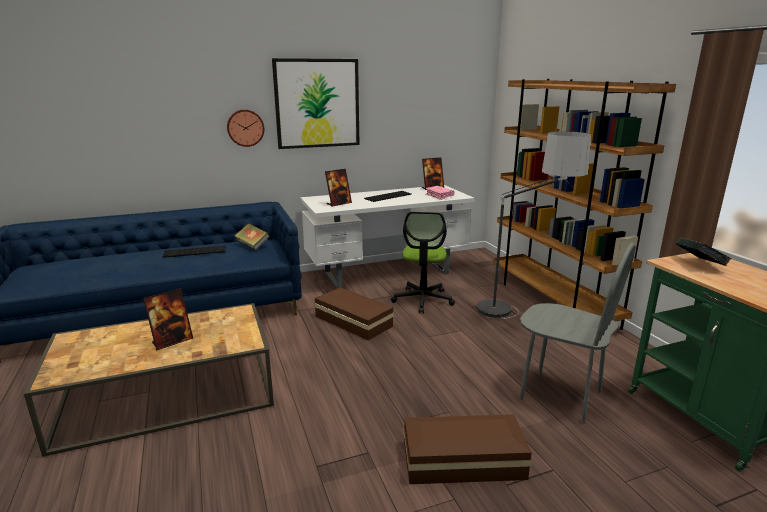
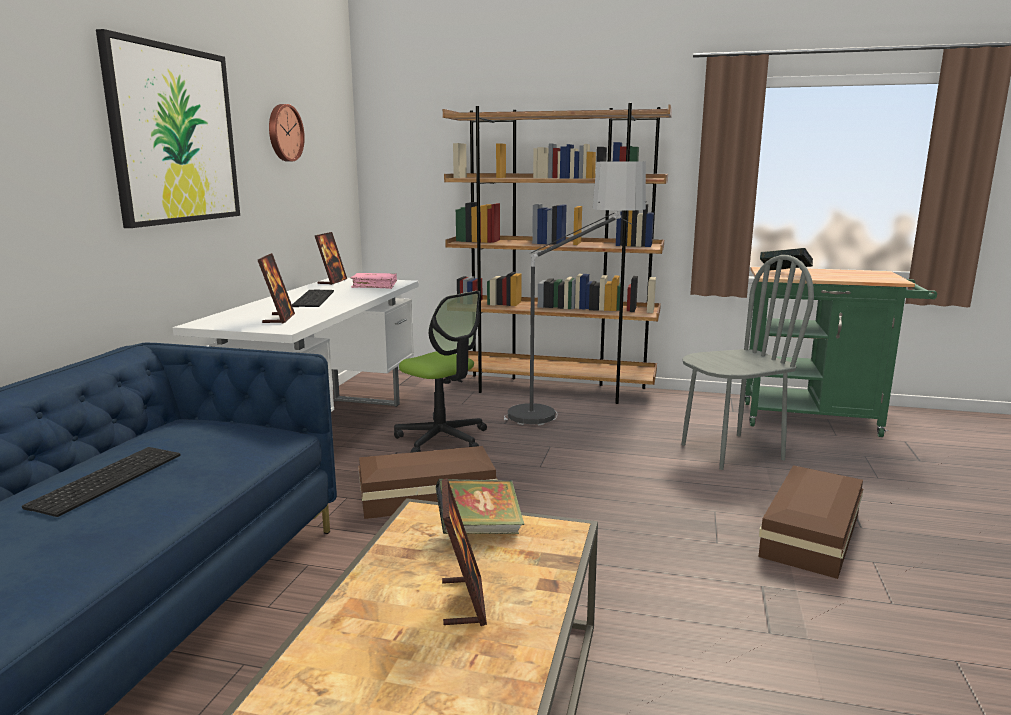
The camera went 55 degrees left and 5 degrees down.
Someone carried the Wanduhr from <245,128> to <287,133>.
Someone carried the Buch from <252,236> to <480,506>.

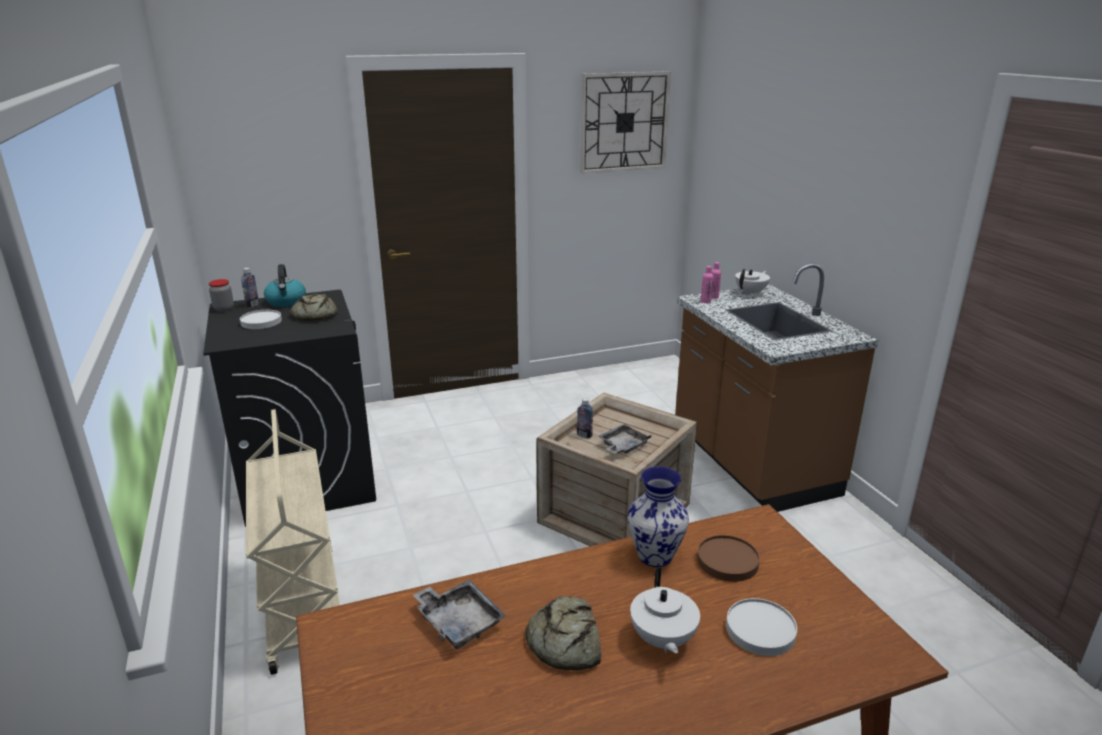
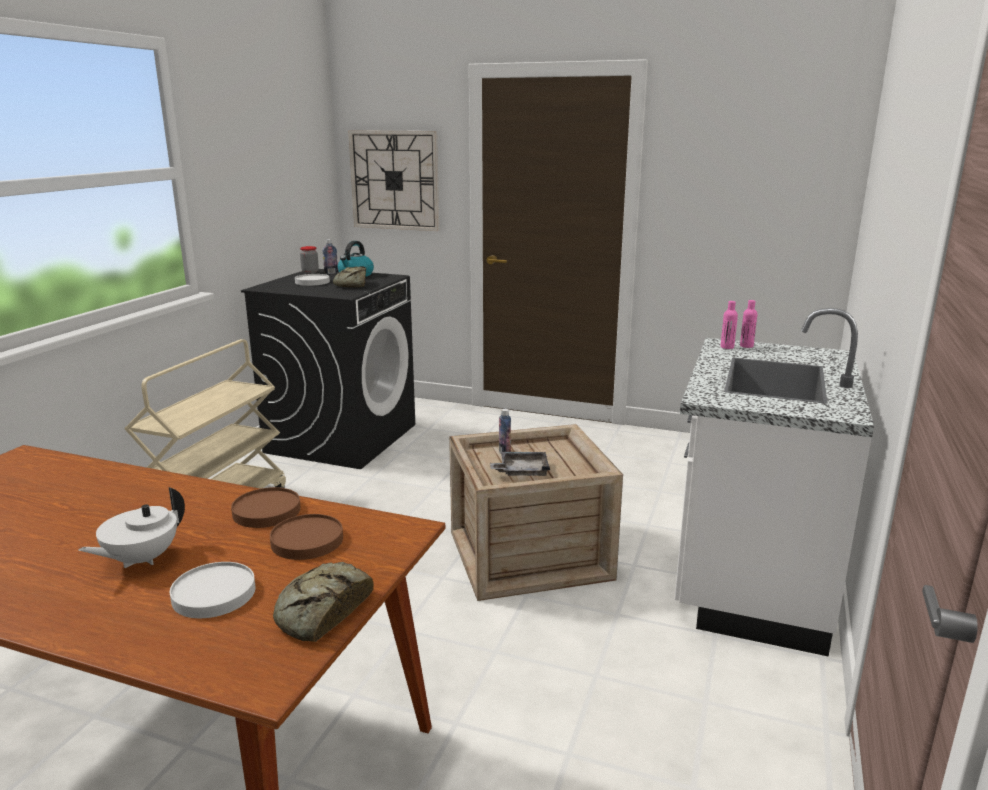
The camera went 40 degrees right and 5 degrees down.
Someone carried the Wanduhr from <625,122> to <393,180>.
Someone repainted the Küchenzeile/braun at <776,387>, which became the Küchenzeile/weiß at <774,482>.
Someone took away the Teekanne/weiß at <752,282>.
Someone swapped the Vase at <658,516> for the Teller/braun at <266,507>.
Someone took away the Tablett/grau at <459,614>.
Someone carried the Brot from <563,633> to <323,602>.

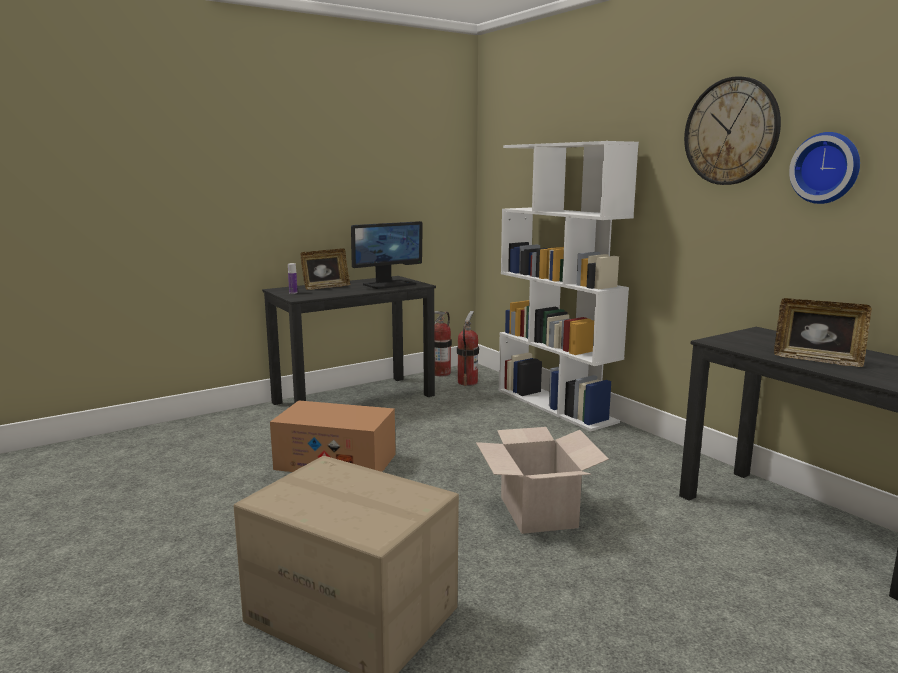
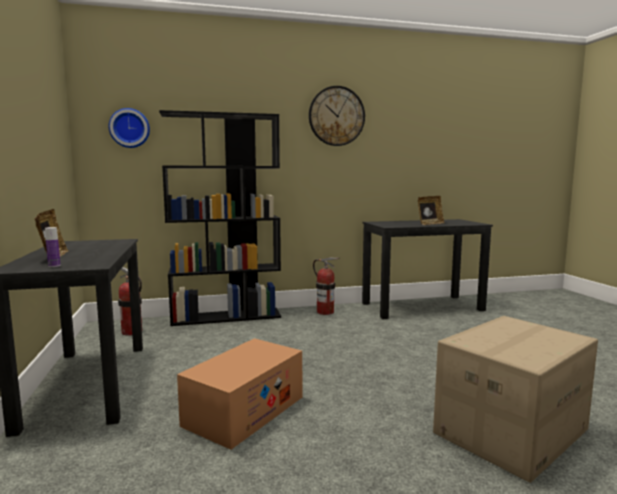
The camera went 70 degrees left and 5 degrees down.
Someone carried the Wanduhr from <824,168> to <129,128>.
Someone repainted the Bücherregal/weiß at <569,286>, which became the Bücherregal/schwarz at <220,218>.
Someone took away the Monitor at <387,255>.
Someone carried the Feuerlöscher from <443,343> to <326,286>.
Someone took away the Karton at <542,480>.

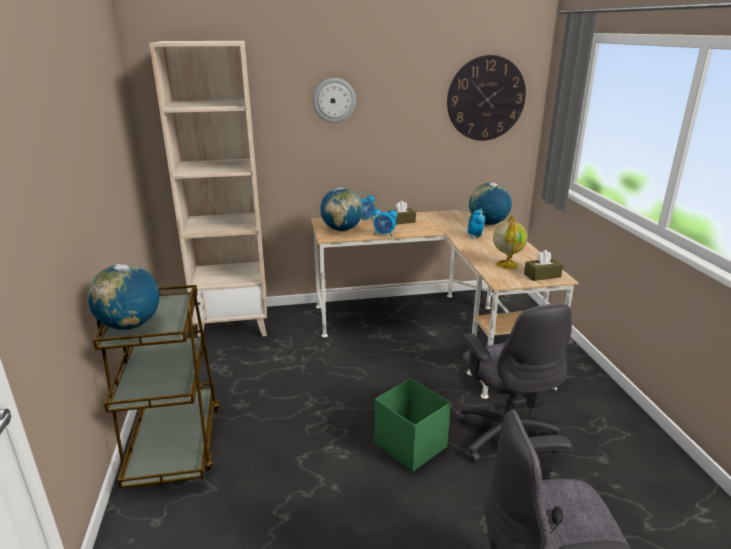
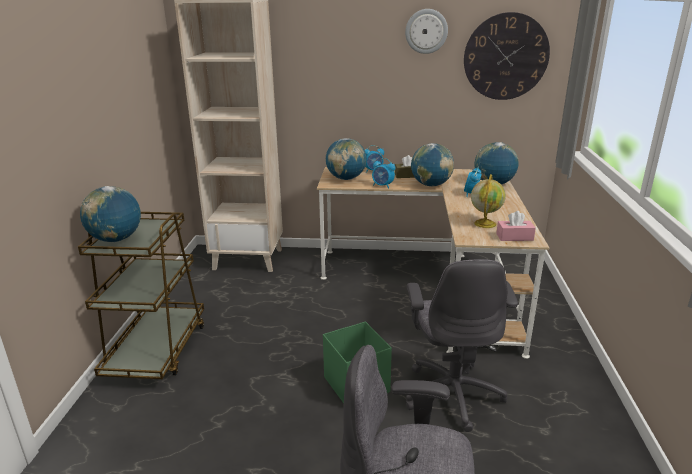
The camera went 15 degrees right and 0 degrees up.
Someone carried the Wanduhr from <334,100> to <426,31>.
Someone repainted the Taschentuchbox/braun at <543,265>, which became the Taschentuchbox/rosa at <516,226>.
Someone put down the Globus at <432,164>.

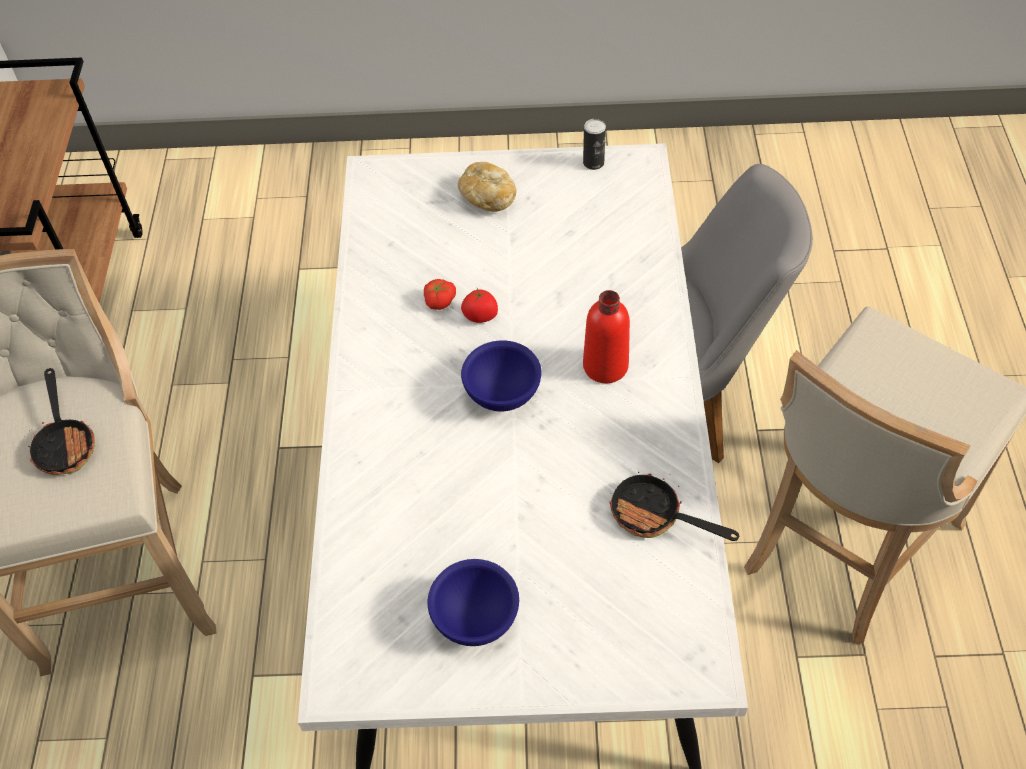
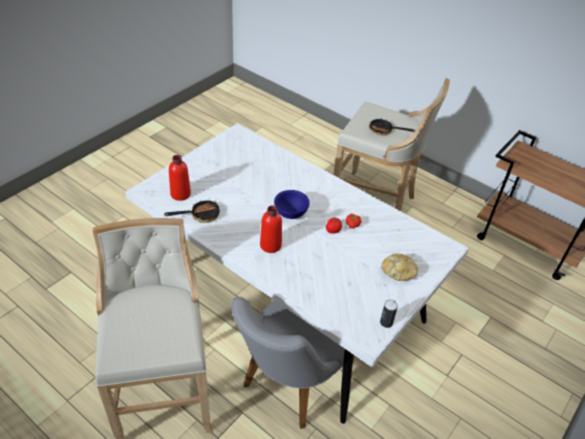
The camera went 125 degrees right and 10 degrees down.
Someone took away the Schüssel/blau at <473,602>.
Someone put down the Flasche/rot at <180,178>.

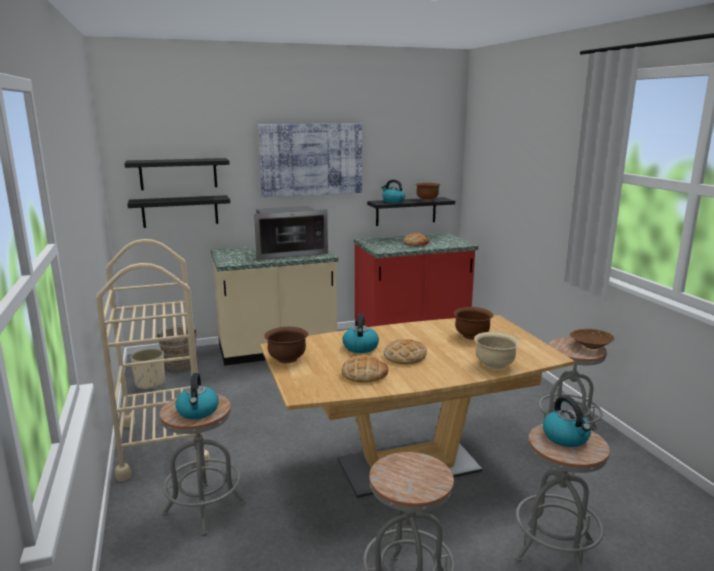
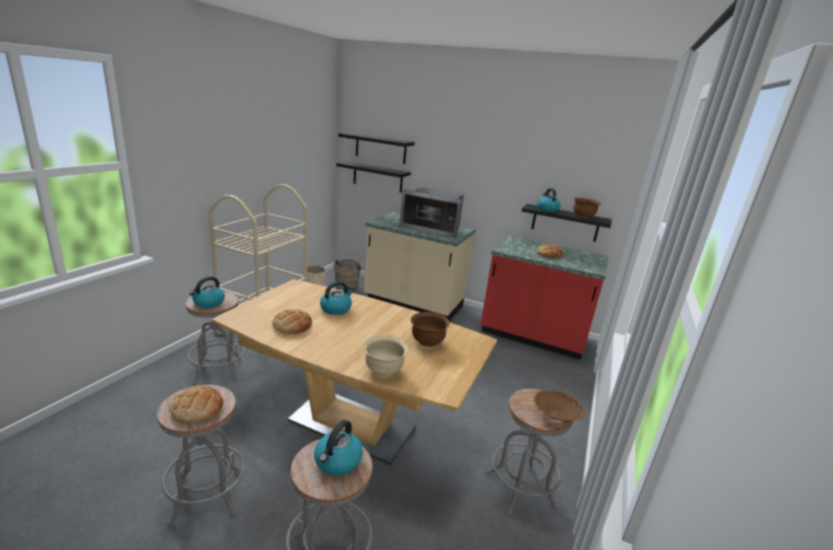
The camera went 40 degrees right and 5 degrees up.
Someone took away the Bild at <310,160>.
Someone took away the Schüssel/braun at <286,345>.
Someone carried the Brot from <405,351> to <196,404>.

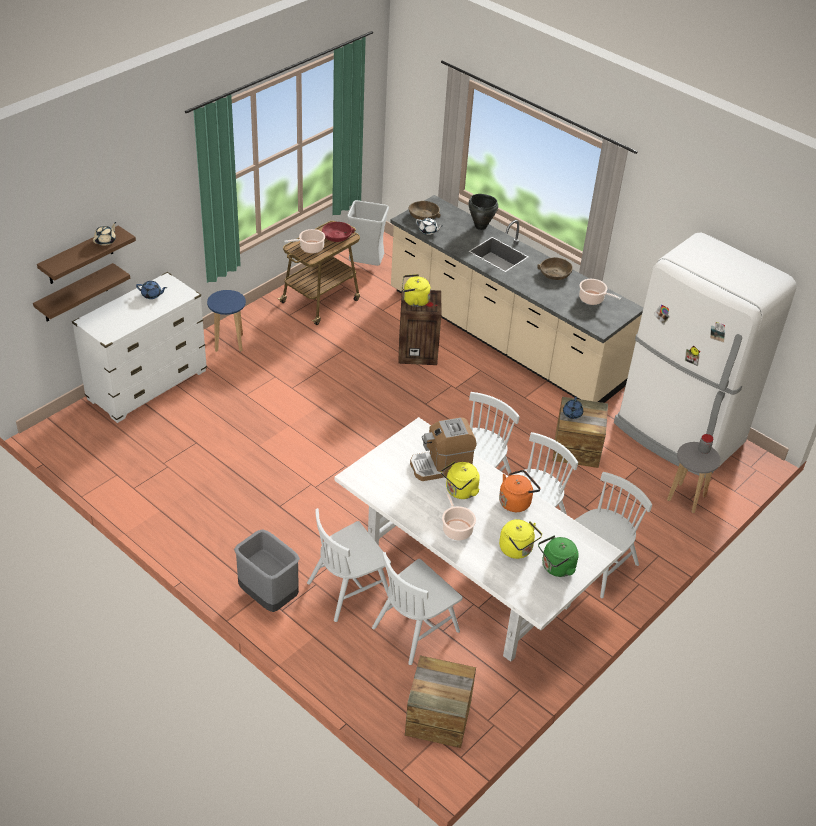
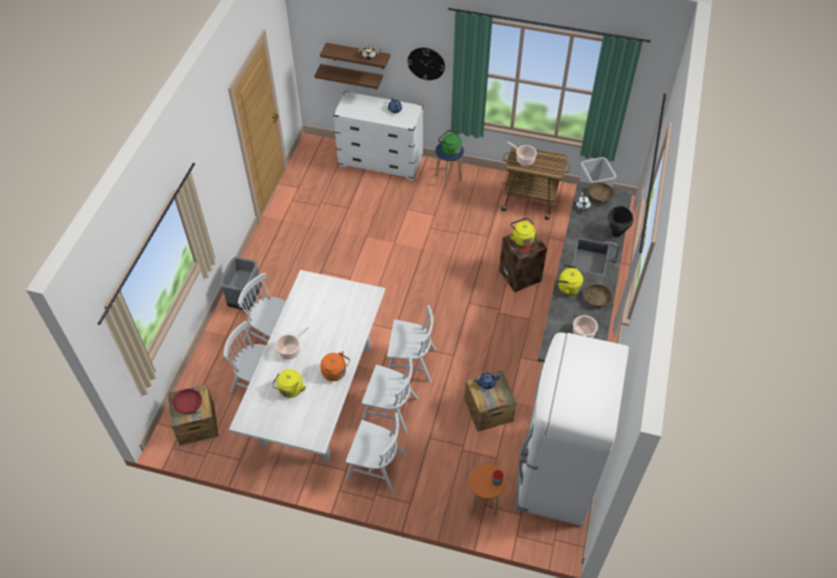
The camera went 65 degrees right and 10 degrees up.
Someone carried the Schüssel/rot from <338,232> to <187,401>.
Someone took away the Kaffeemaschine at <443,449>.
Someone repainted the Hocker/grau at <693,477>, which became the Hocker/orange at <487,490>.
Someone carried the Wasserkessel/gelb from <460,480> to <569,279>.
Someone carried the Wasserkessel/grün from <558,556> to <450,143>.
Someone put up the Wanduhr at <426,64>.

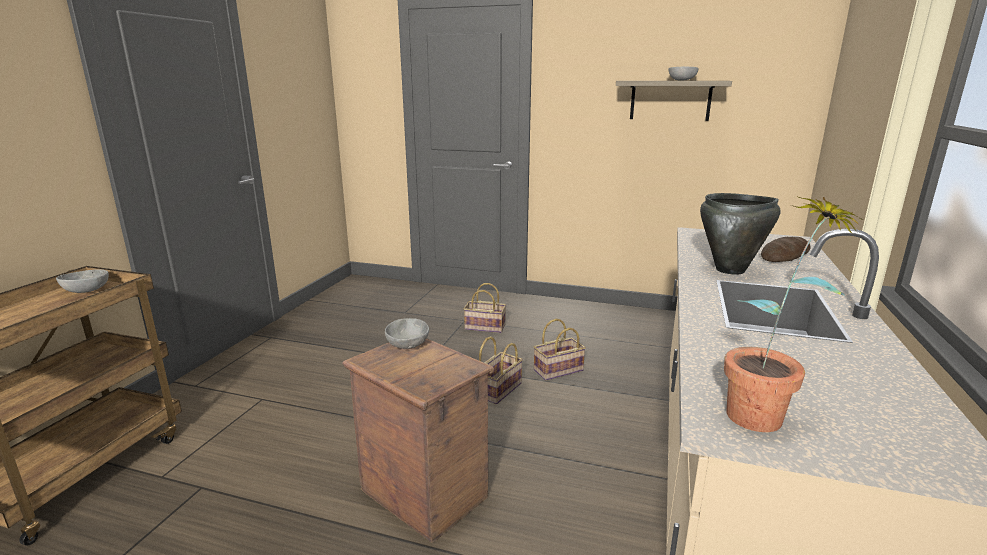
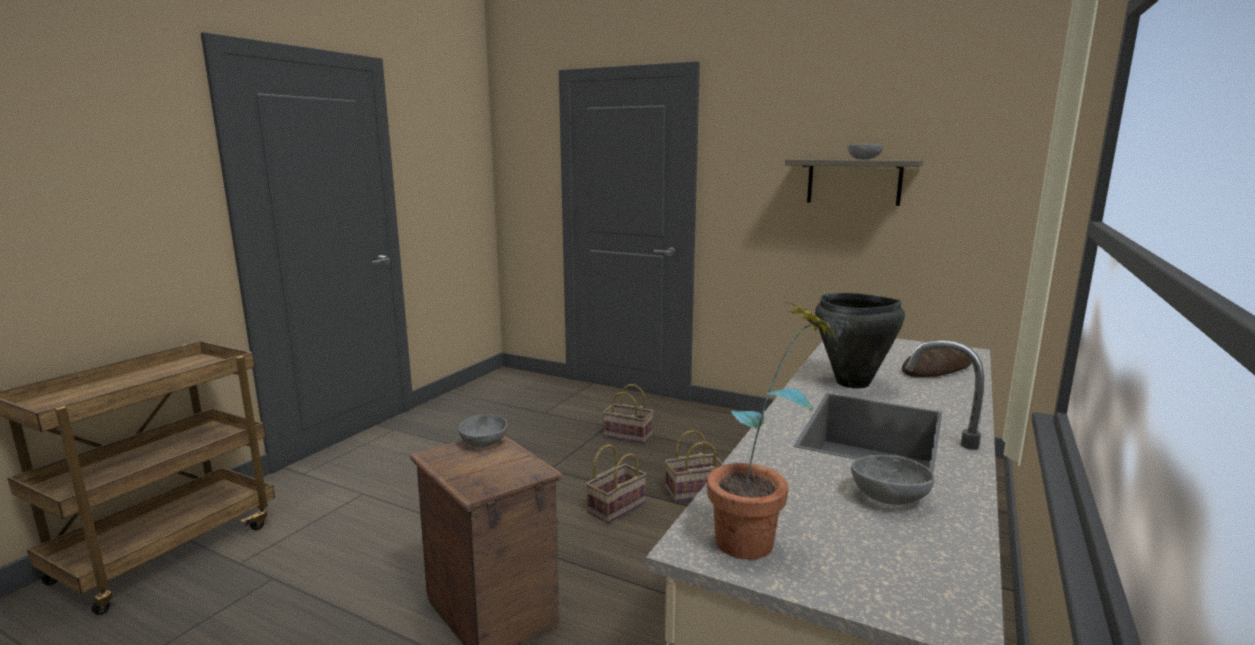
The camera went 10 degrees right and 5 degrees down.
Someone carried the Schüssel/grau from <82,281> to <893,480>.

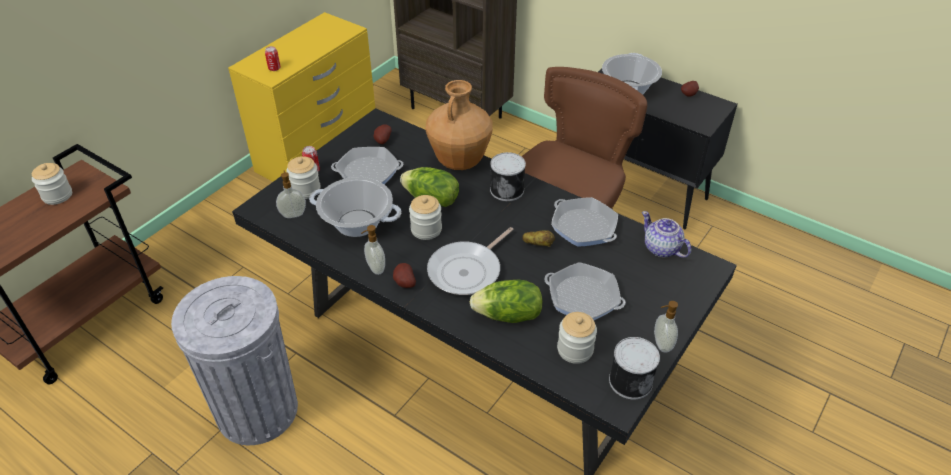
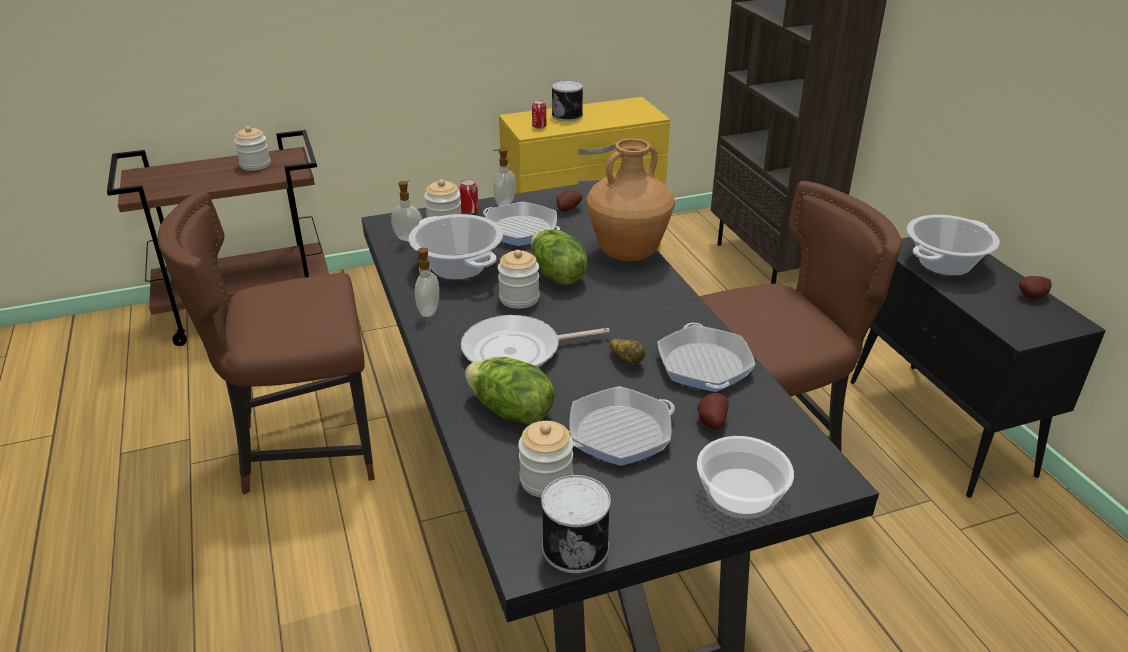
The camera went 35 degrees right and 10 degrees down.
Someone carried the Dose from <508,176> to <567,101>.
Someone took away the Teekanne at <666,234>.
Someone rotated the Pfanne at <585,291> by 90 degrees counterclockwise.
Someone carried the Kartoffel from <404,275> to <713,411>.
Someone swapped the Mülleimer/grau at <234,360> for the Stuhl/braun at <266,343>.
Someone carried the Seifenspender from <666,327> to <504,177>.
Someone put down the Schüssel at <745,477>.

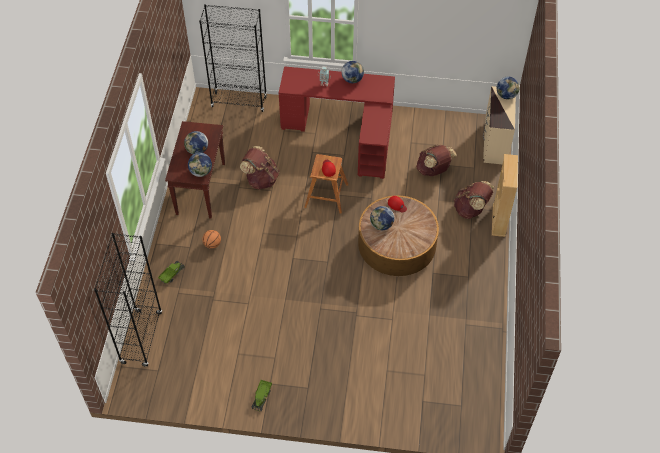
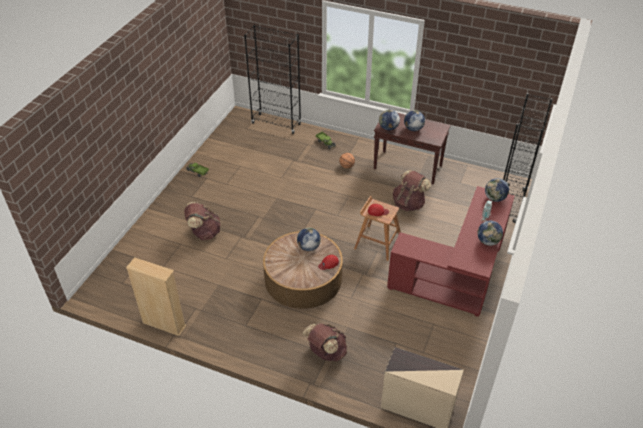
The camera went 105 degrees right and 10 degrees down.
Someone carried the Globus from <508,88> to <497,190>.
Someone carried the Rucksack/braun from <436,160> to <202,221>.
Someone carried the Bücherregal/beige from <505,195> to <156,296>.

